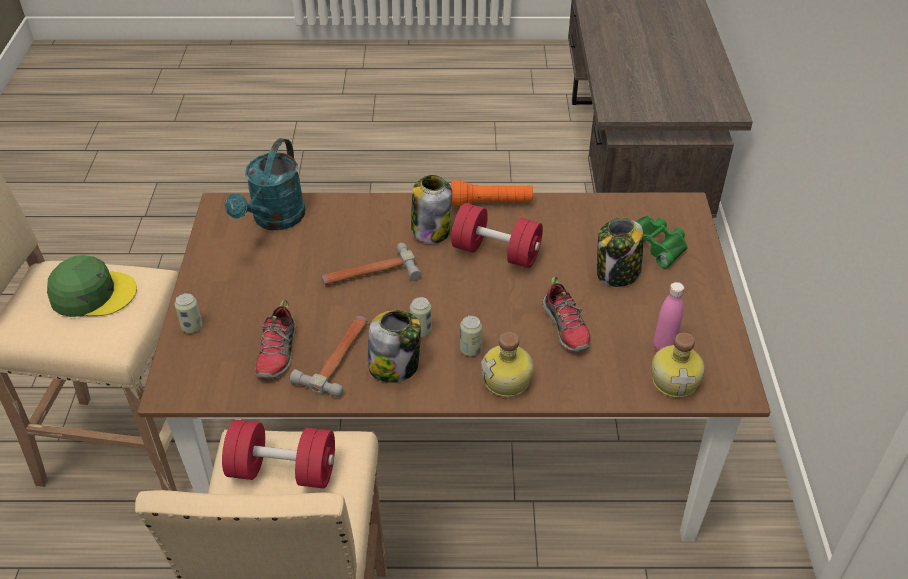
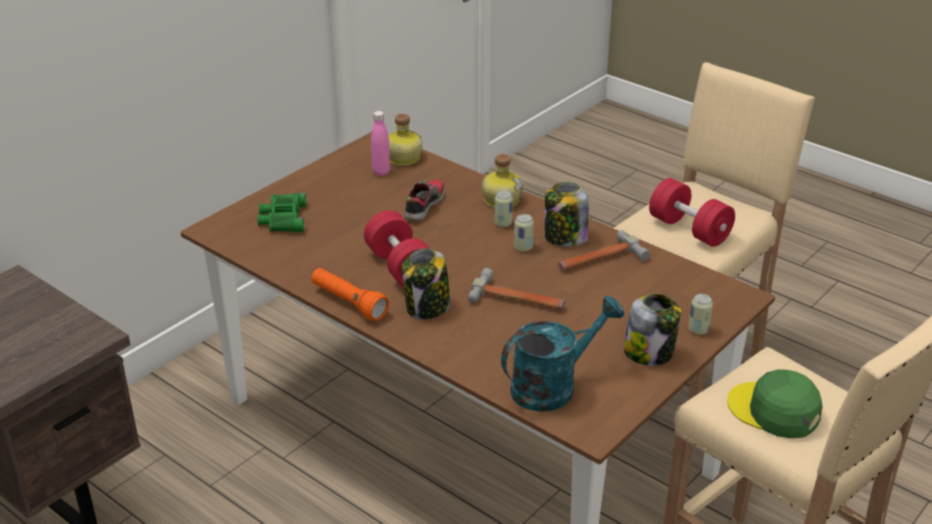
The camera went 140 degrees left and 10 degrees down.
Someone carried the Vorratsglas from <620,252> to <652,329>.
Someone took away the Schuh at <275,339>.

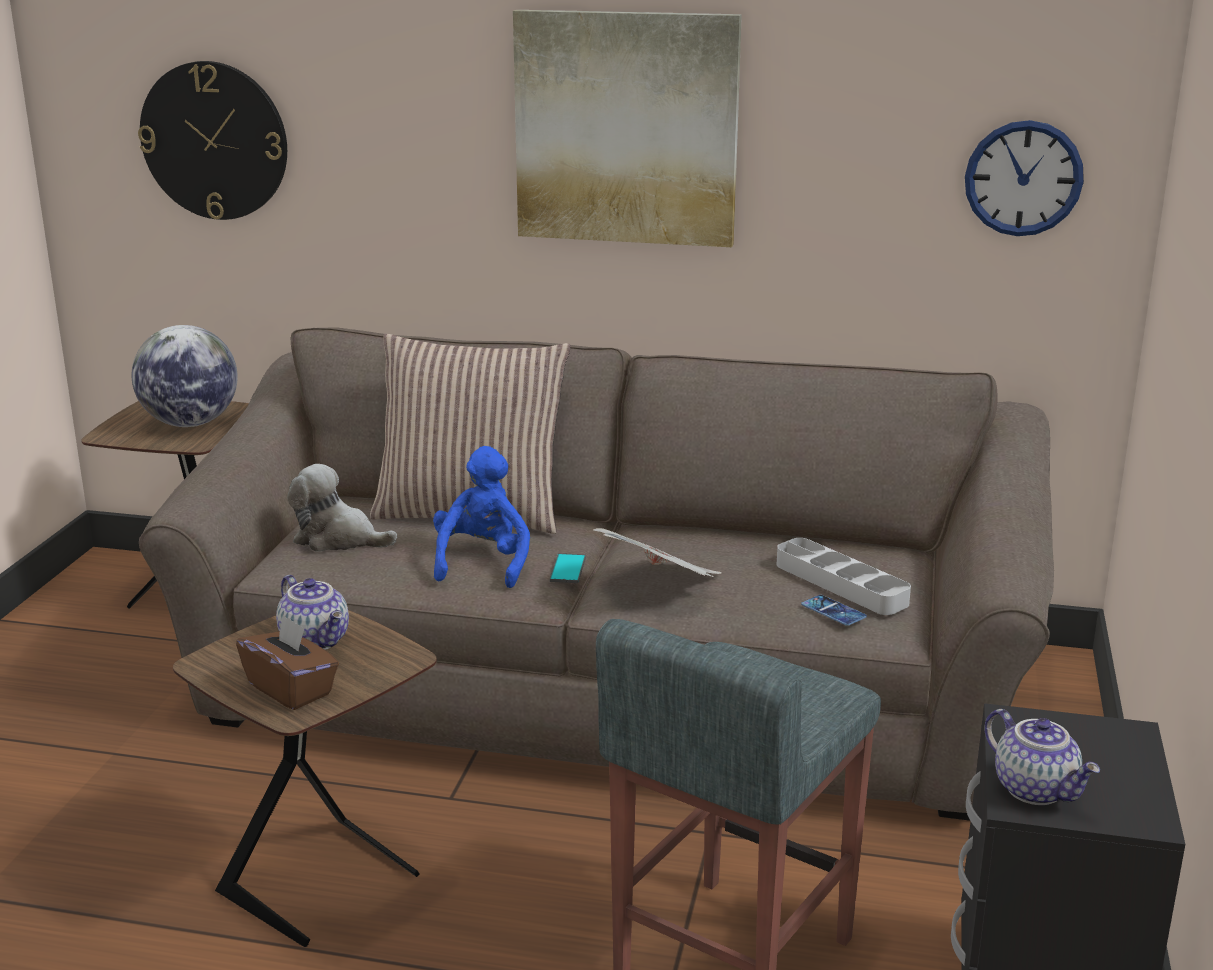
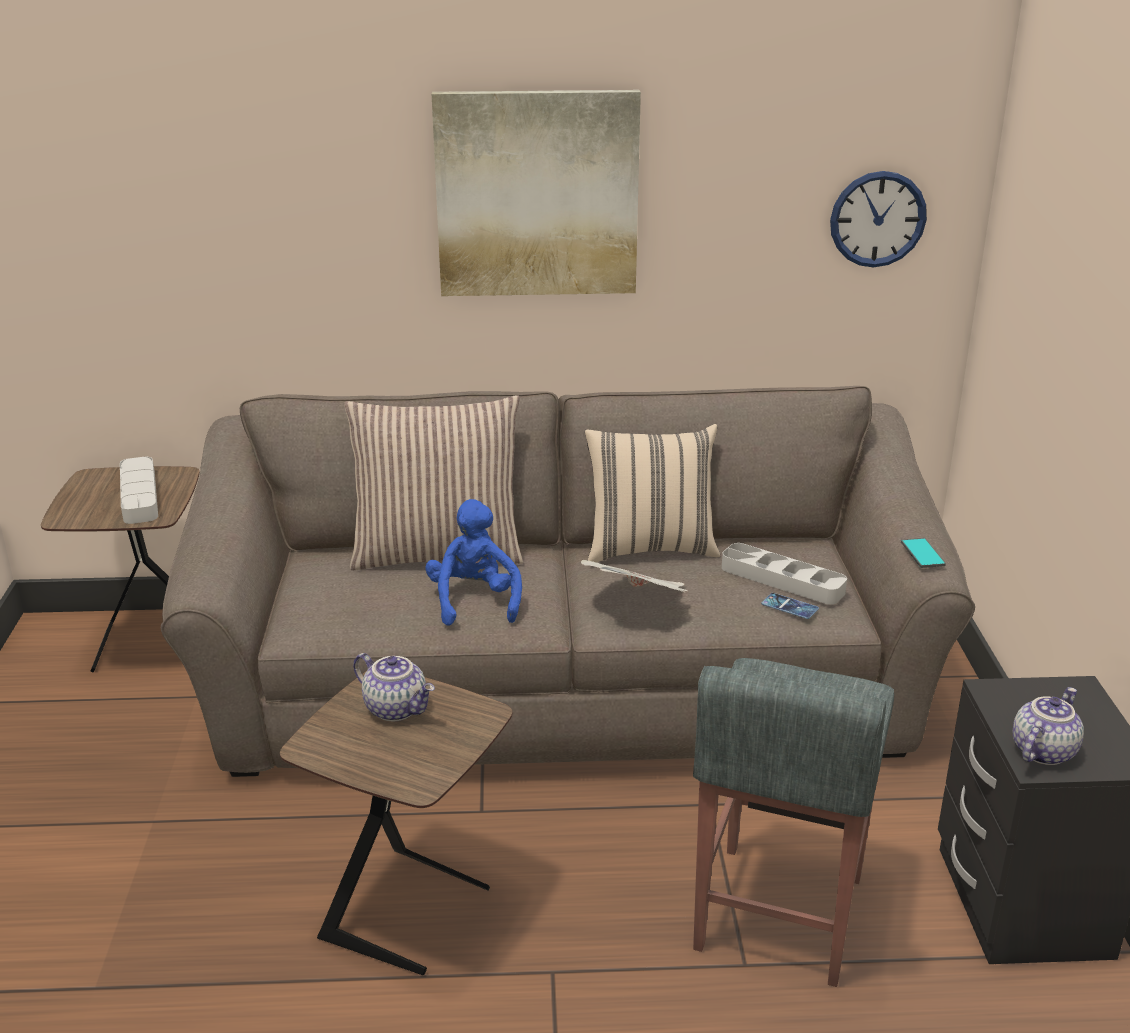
The camera went 15 degrees left and 5 degrees up.
Someone took away the Wanduhr at <212,140>.
Someone swapped the Globus at <185,376> for the Tablett/grau at <139,490>.
Someone took away the Plüschtier at <342,508>.
Someone carried the Handy from <568,568> to <923,553>.
Someone took away the Taschentuchbox/braun at <287,662>.
Someone rotated the Teekanne at <1042,757> by 90 degrees counterclockwise.
Someone put down the Kissen/beige at <652,493>.

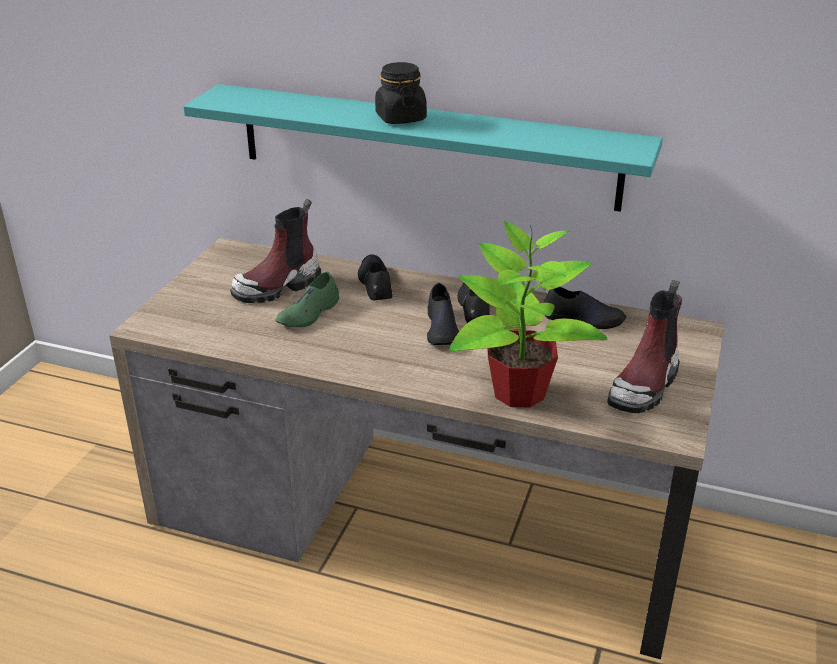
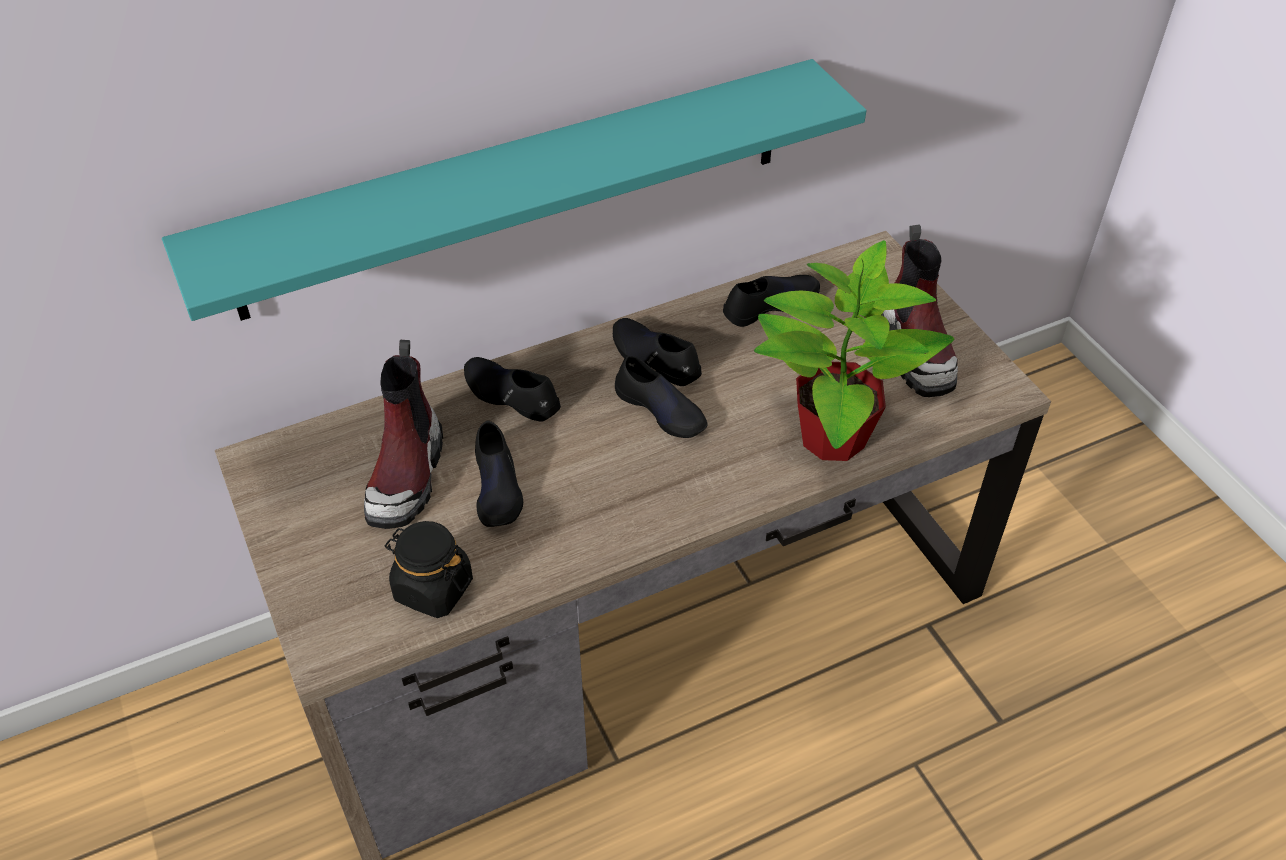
The camera went 45 degrees left and 15 degrees up.
Someone carried the Vorratsglas/schwarz from <401,93> to <429,569>.
Someone repainted the Schuh/grün at <307,299>, which became the Schuh/schwarz at <499,473>.

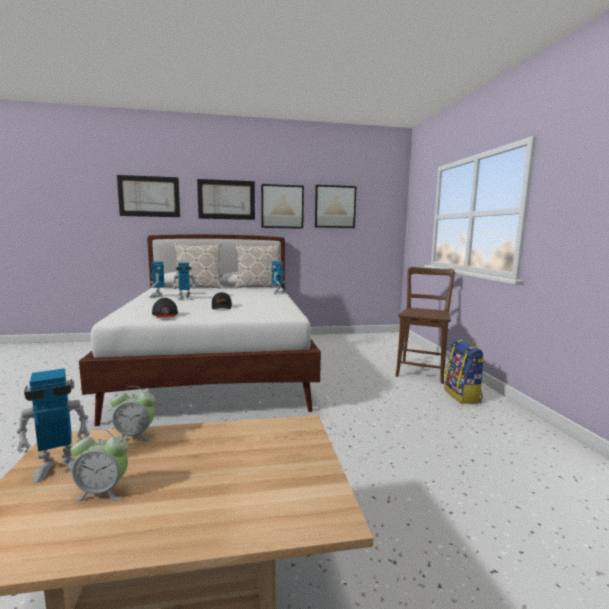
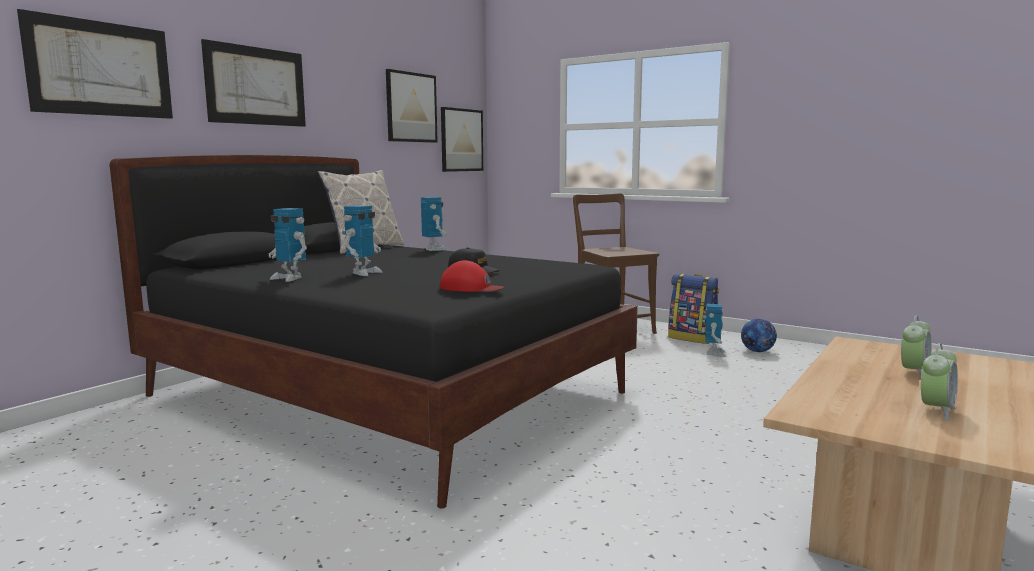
The camera went 45 degrees left and 0 degrees up.
Someone carried the Bild from <282,206> to <462,139>.
Someone repainted the Bett/weiß at <200,330>, which became the Bett/schwarz at <374,332>.
Someone took away the Kissen at <197,266>.
Someone repainted the Kappe/schwarz at <165,308>, which became the Kappe/rot at <472,276>.
Someone carried the Spielzeugroboter from <52,425> to <715,330>.
Someone carried the Wecker from <133,413> to <916,347>.
Someone put down the Fußball at <759,335>.

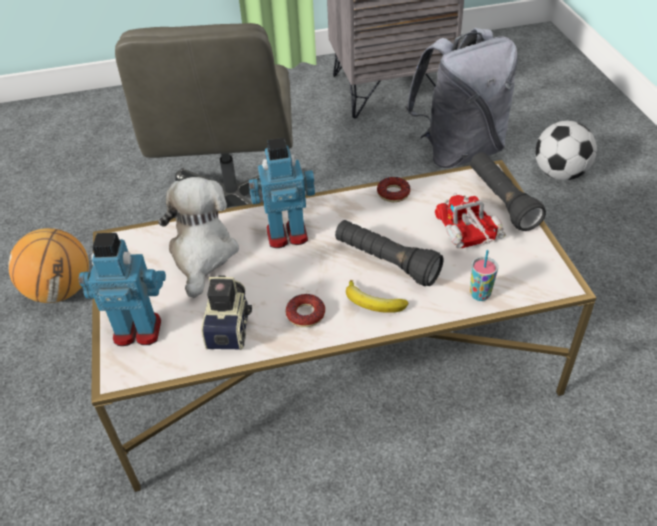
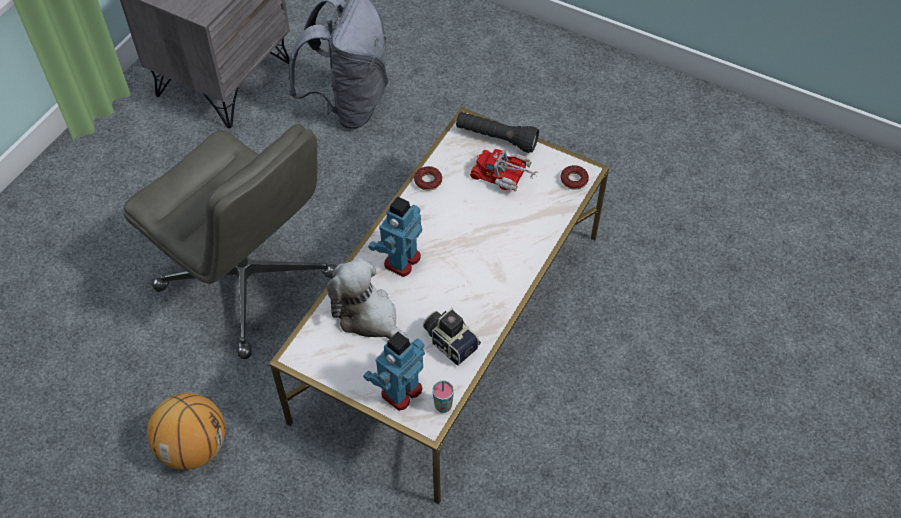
The camera went 50 degrees left and 10 degrees up.
Someone took away the Fußball at <566,150>.
Someone took away the Taschenlampe/schwarz at <389,253>.
Someone carried the Tasse from <484,275> to <443,397>.
Someone took away the Banane at <377,296>.
Someone carried the Donut from <305,310> to <574,177>.

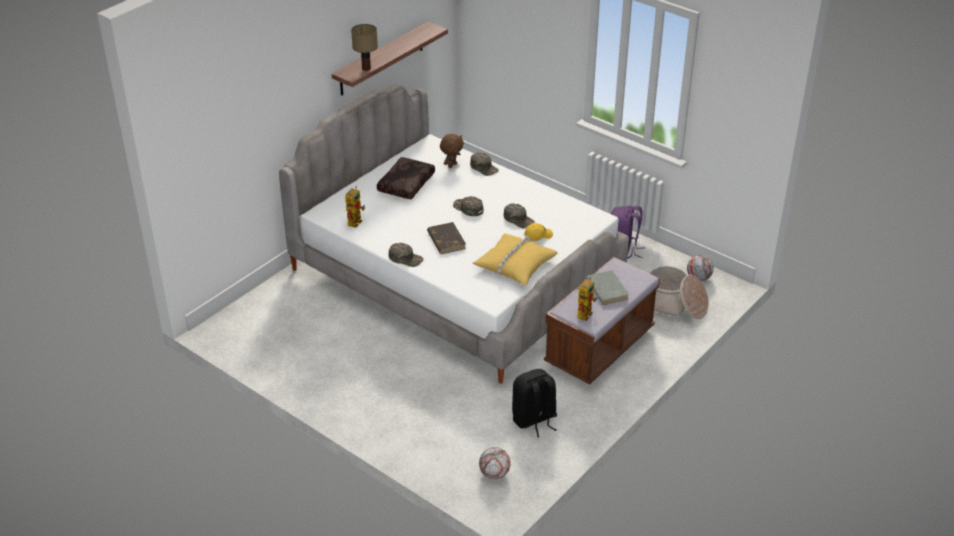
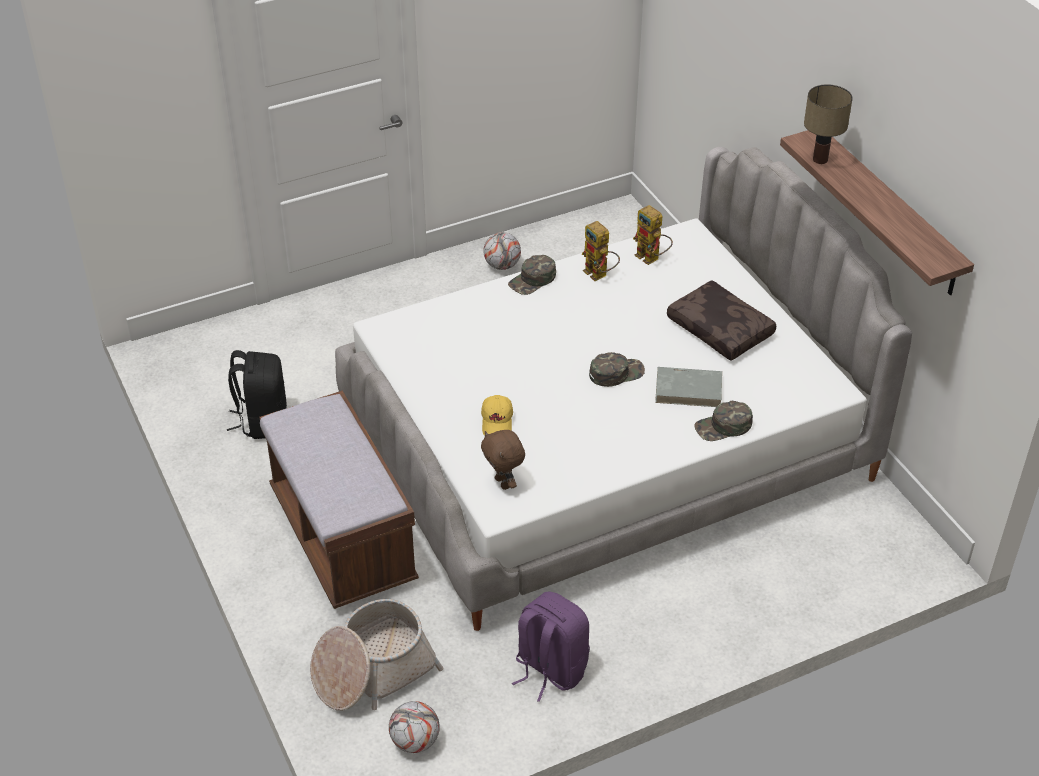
The camera went 115 degrees right and 5 degrees up.
Someone carried the Plüschtier/braun from <452,151> to <503,460>.
Someone took away the Kappe/grün at <519,215>.
Someone took away the Buch/braun at <446,238>.
Someone took away the Kissen/gelb at <515,259>.
Someone carried the Buch/grau from <607,287> to <688,387>.
Someone carried the Spielzeugroboter from <587,299> to <601,251>.
Someone carried the Fußball from <495,463> to <502,251>.

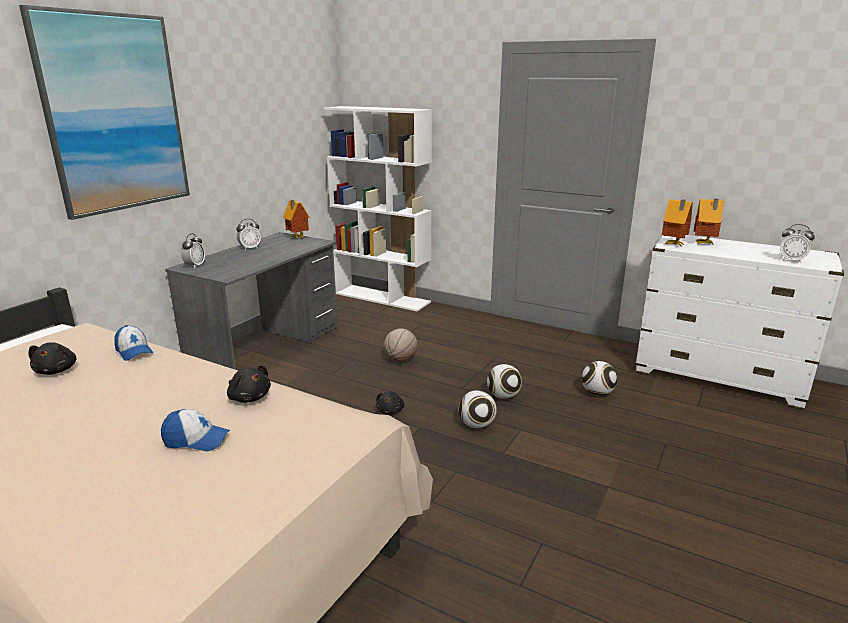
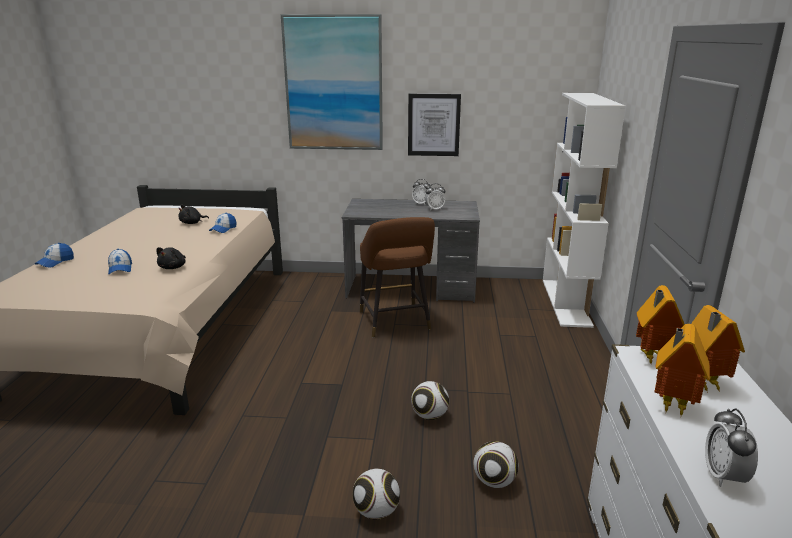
The camera went 65 degrees right and 0 degrees up.
Someone carried the Spielzeughaus from <296,220> to <682,369>.
Someone carried the Wecker from <193,251> to <435,197>.
Someone took away the Basketball at <401,345>.
Someone carried the Fußball from <478,409> to <376,494>.
Someone took away the Plüschtier/schwarz at <390,402>.
Someone put up the Bild at <434,125>.
Someone put down the Hocker/braun at <397,277>.
Someone put down the Kappe at <54,255>.

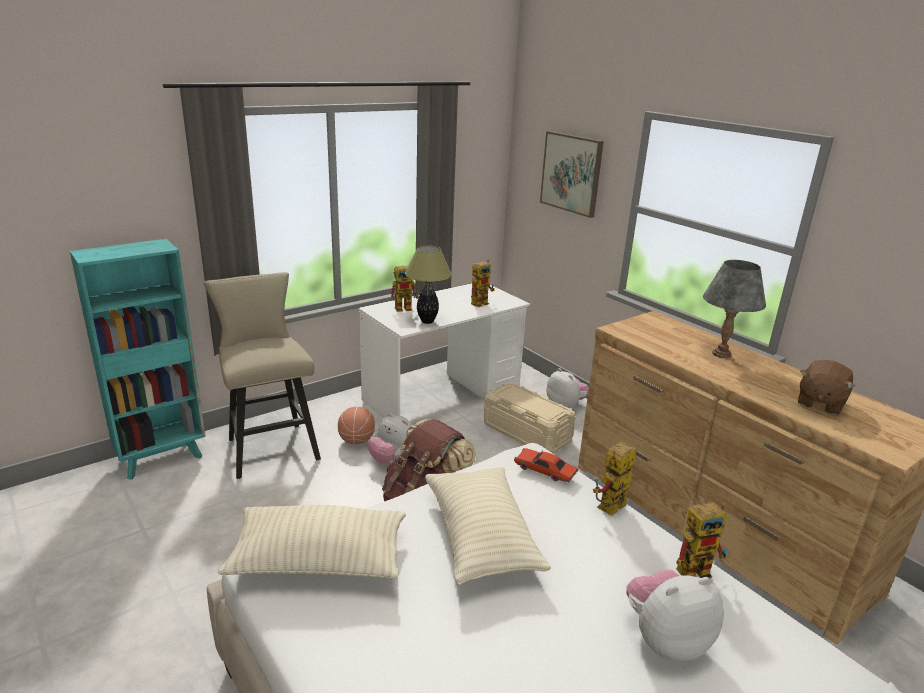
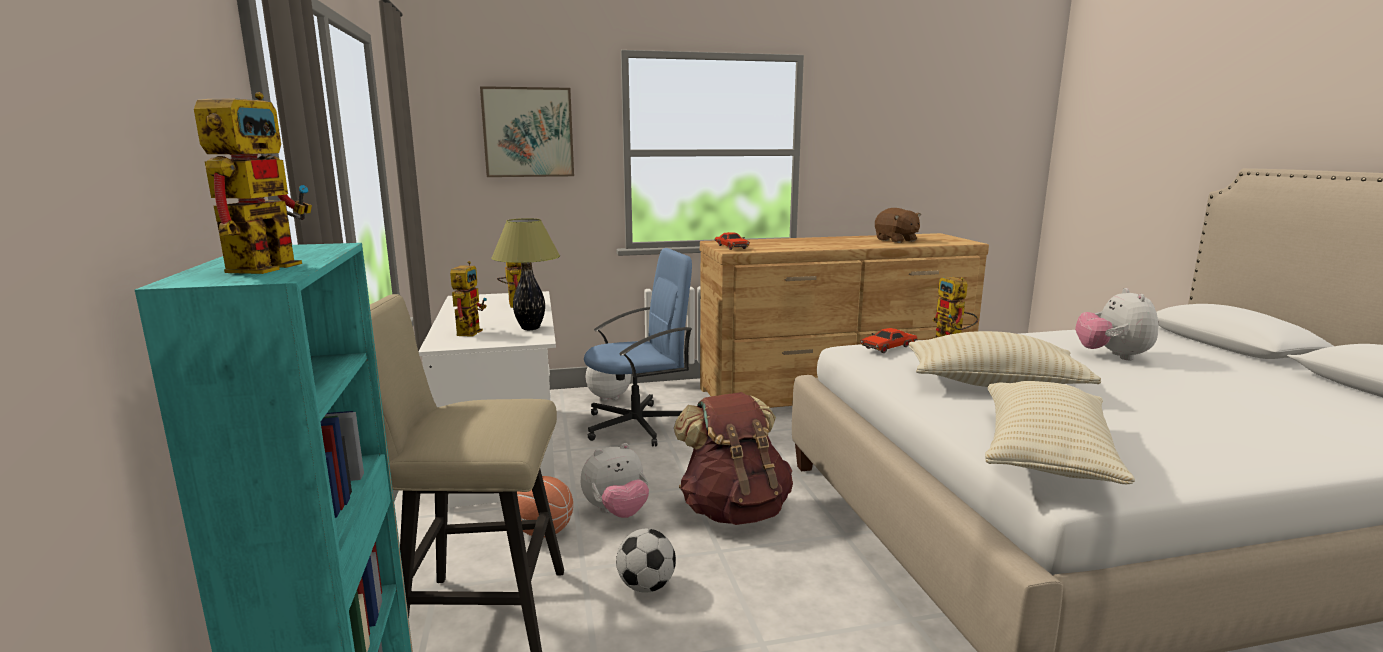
The camera went 65 degrees left and 10 degrees down.
Someone took away the Tischlampe/grau at <734,309>.
Someone swapped the Aufbewahrungsbox/beige at <530,418> for the Bürostuhl/blau at <638,347>.
Someone carried the Spielzeugroboter from <702,540> to <253,183>.
Someone put down the Spielzeugauto/rot at <732,241>.
Someone put down the Fußball at <646,561>.

